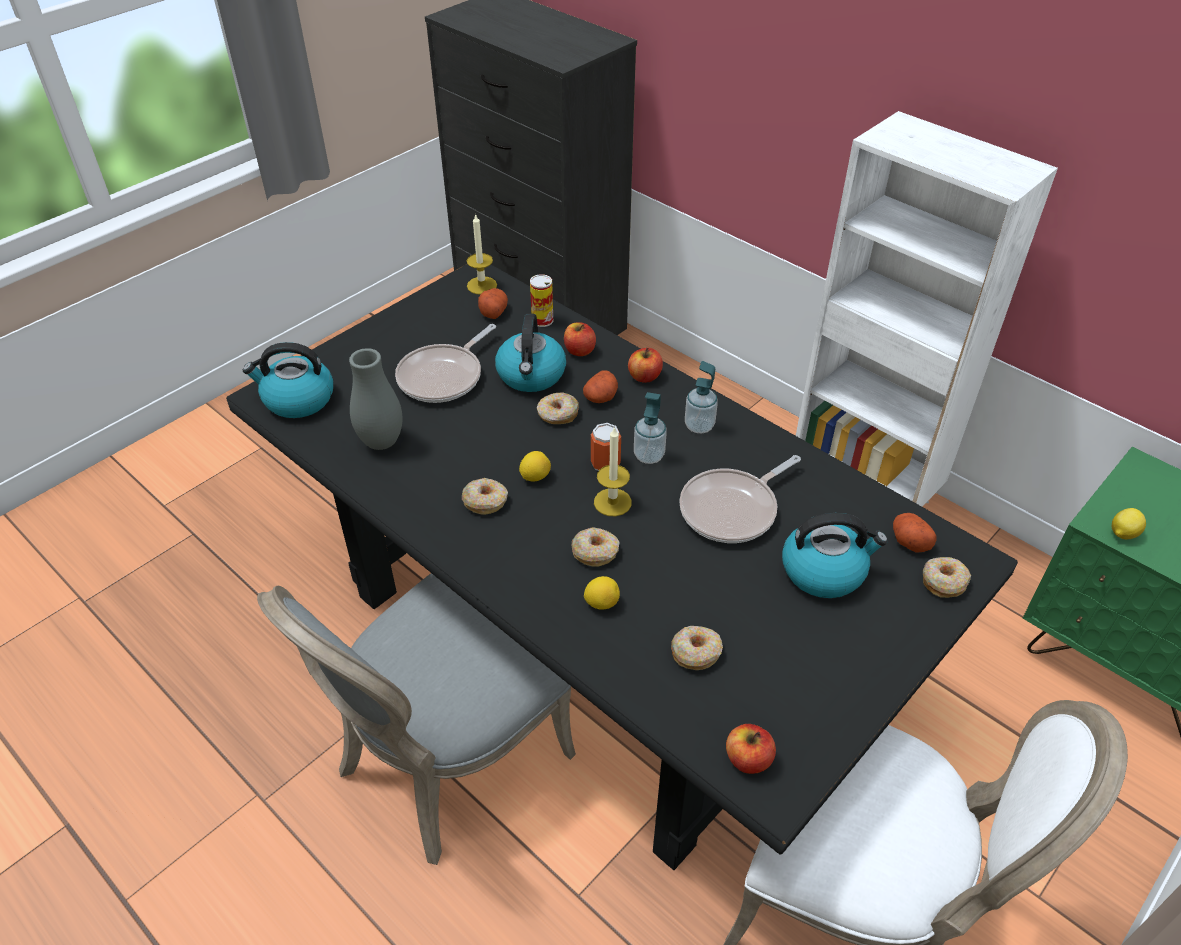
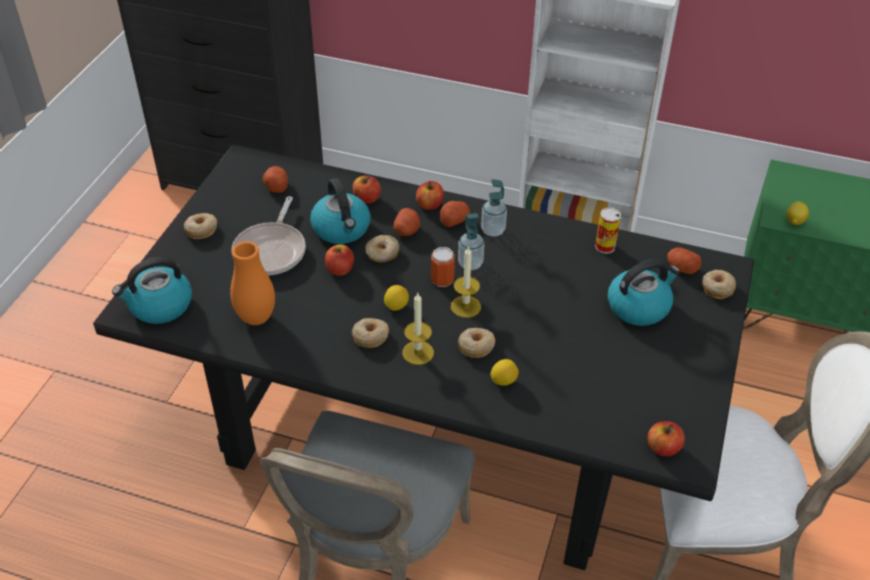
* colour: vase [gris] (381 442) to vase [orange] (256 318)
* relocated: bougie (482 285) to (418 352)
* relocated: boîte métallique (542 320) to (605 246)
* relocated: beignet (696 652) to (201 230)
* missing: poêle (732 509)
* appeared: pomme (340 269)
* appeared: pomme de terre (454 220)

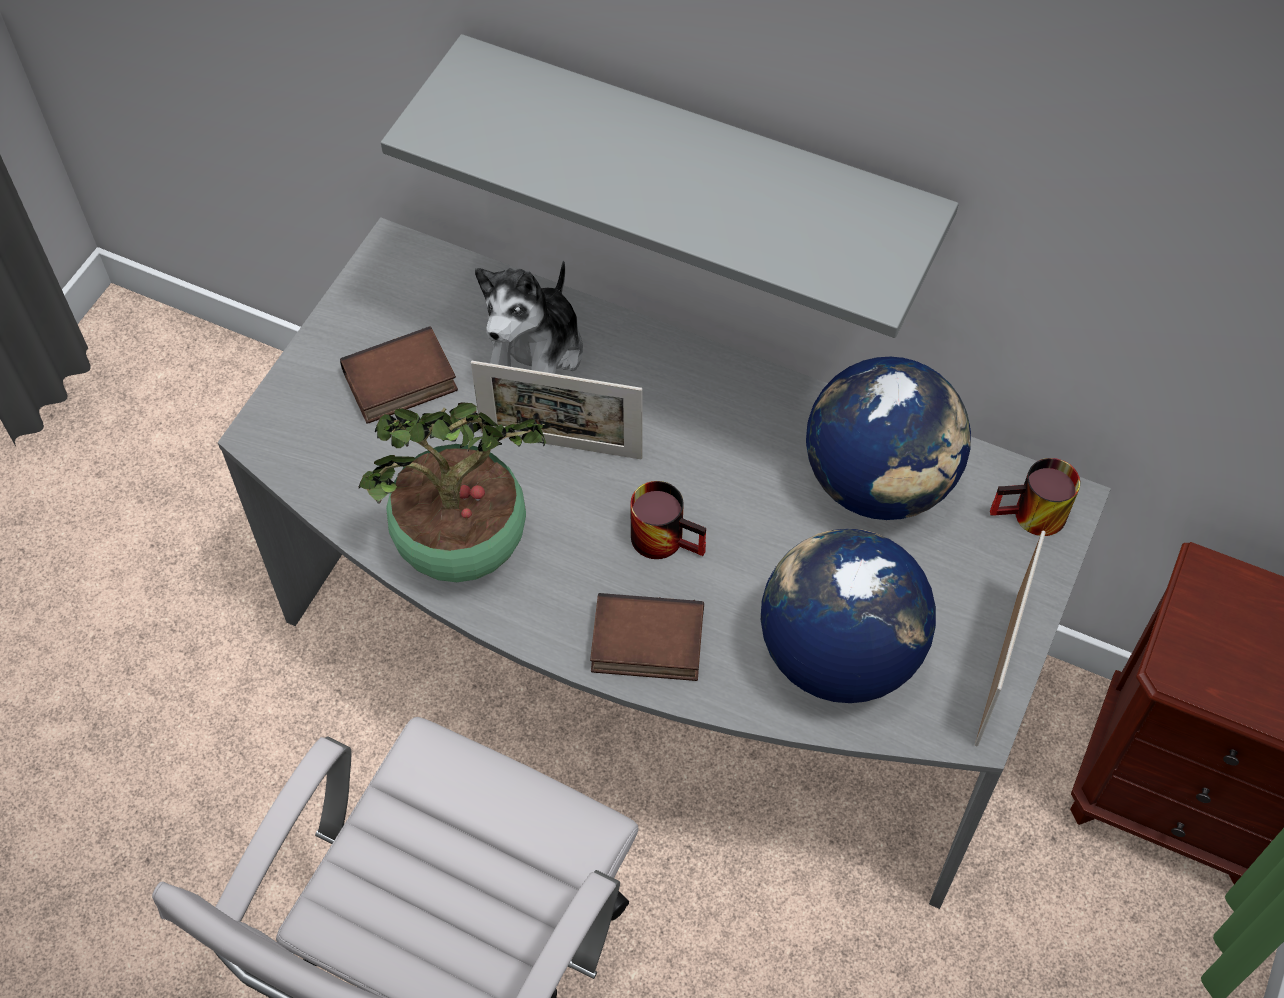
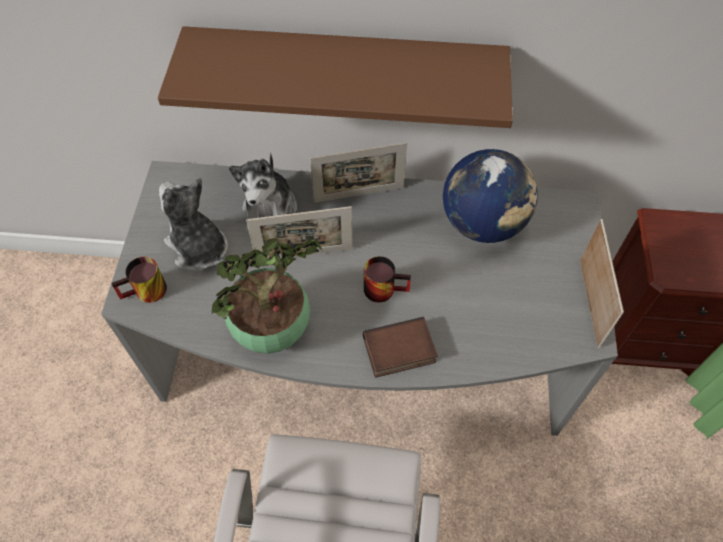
* exchanged: livre (400 384) to peluche (198 248)
* colour: étagère [gris] (699 162) to étagère [marron] (345 68)
* missing: globe (838 654)
* relocated: mug (1031 518) to (146 293)
* appeared: cadre photo (359 194)

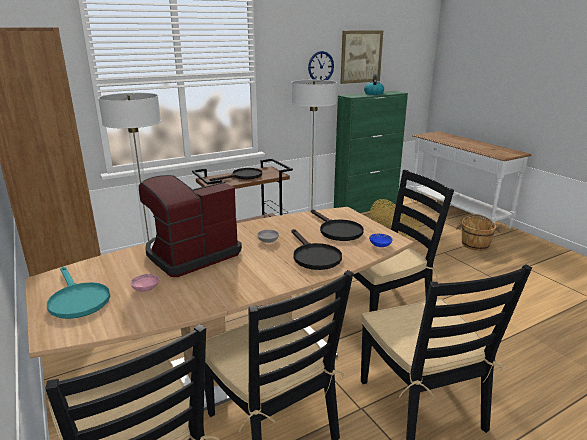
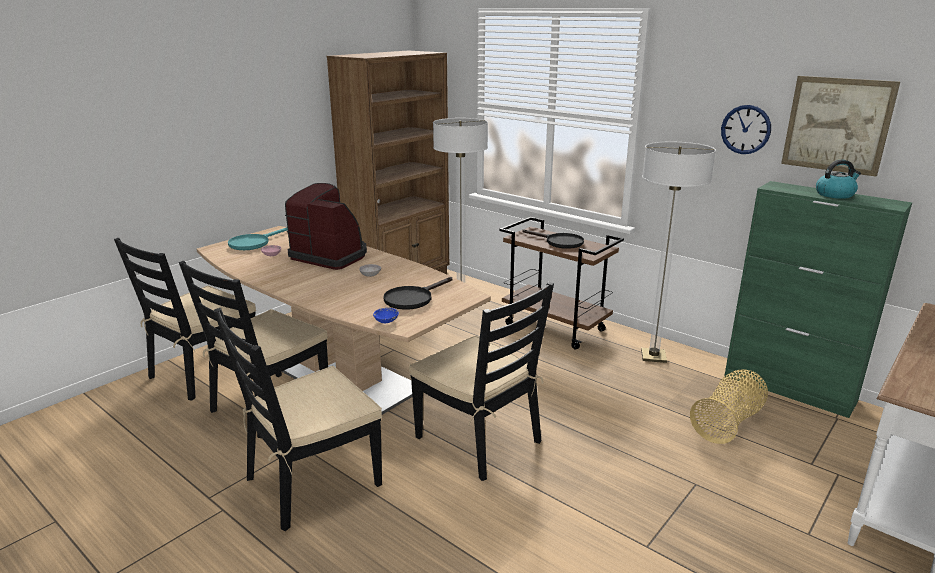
* missing: poêle [noir] (313 256)
* missing: seau [marron] (475 244)

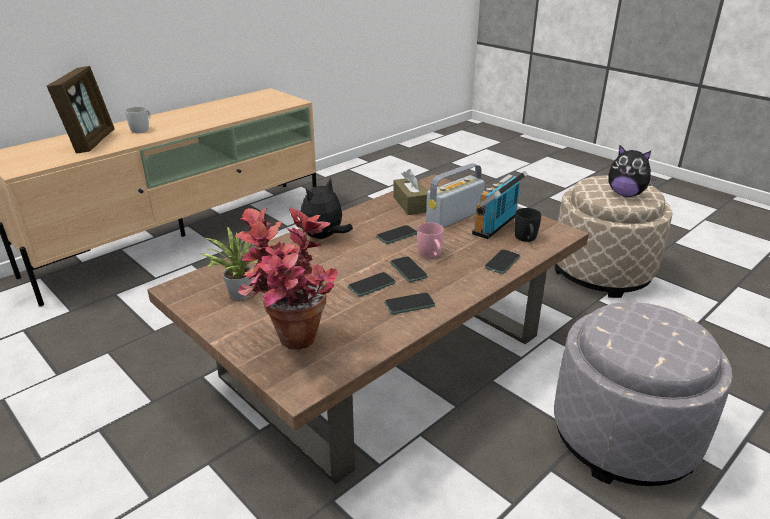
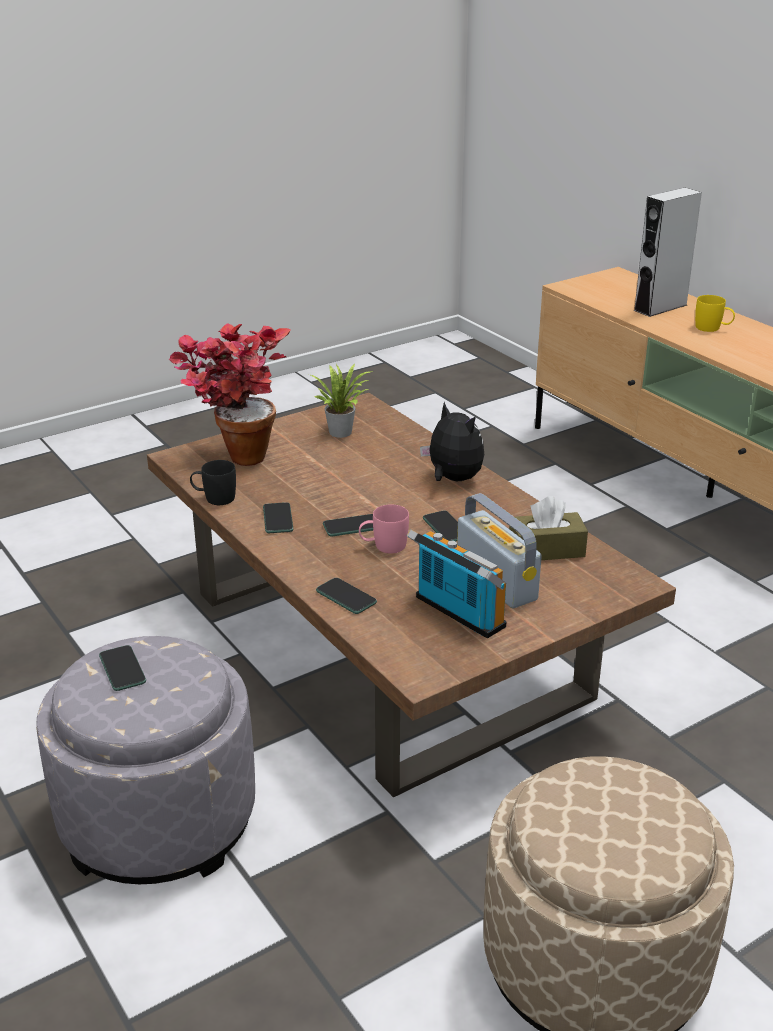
* exchanged: cadre photo (91 141) to enceinte [gris] (660 307)
* colour: mug [blanc] (142 129) to mug [jaune] (712 328)
* relocated: téléphone (372 285) to (122 669)
* relocated: mug [noir] (526 239) to (214 498)
* missing: peluche (626 194)

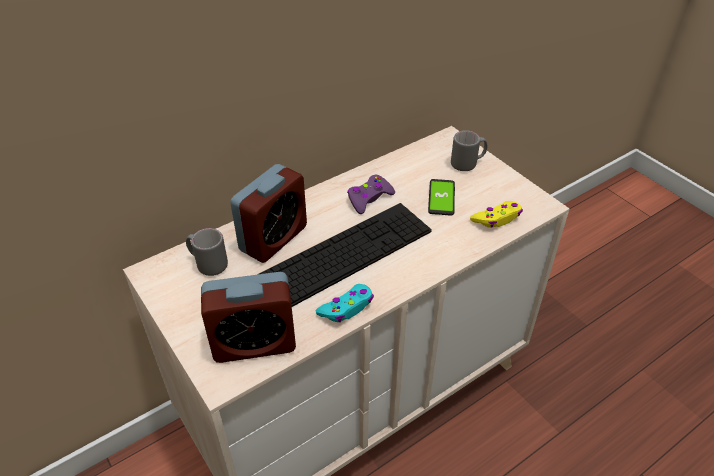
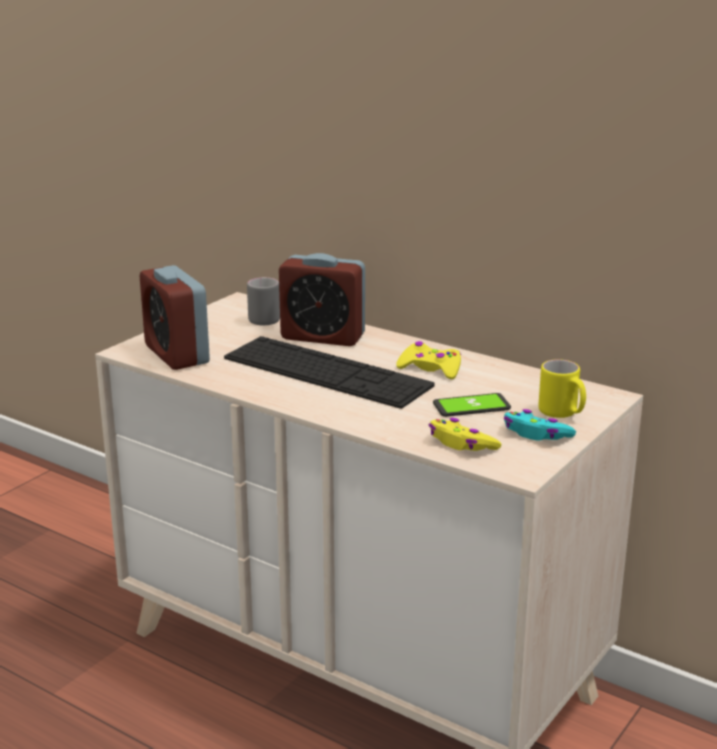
* relocated: manette [turquoise] (347 308) to (536 434)
* colour: manette [violet] (369 198) to manette [jaune] (430 369)
* colour: mug [gris] (467 164) to mug [jaune] (562 414)

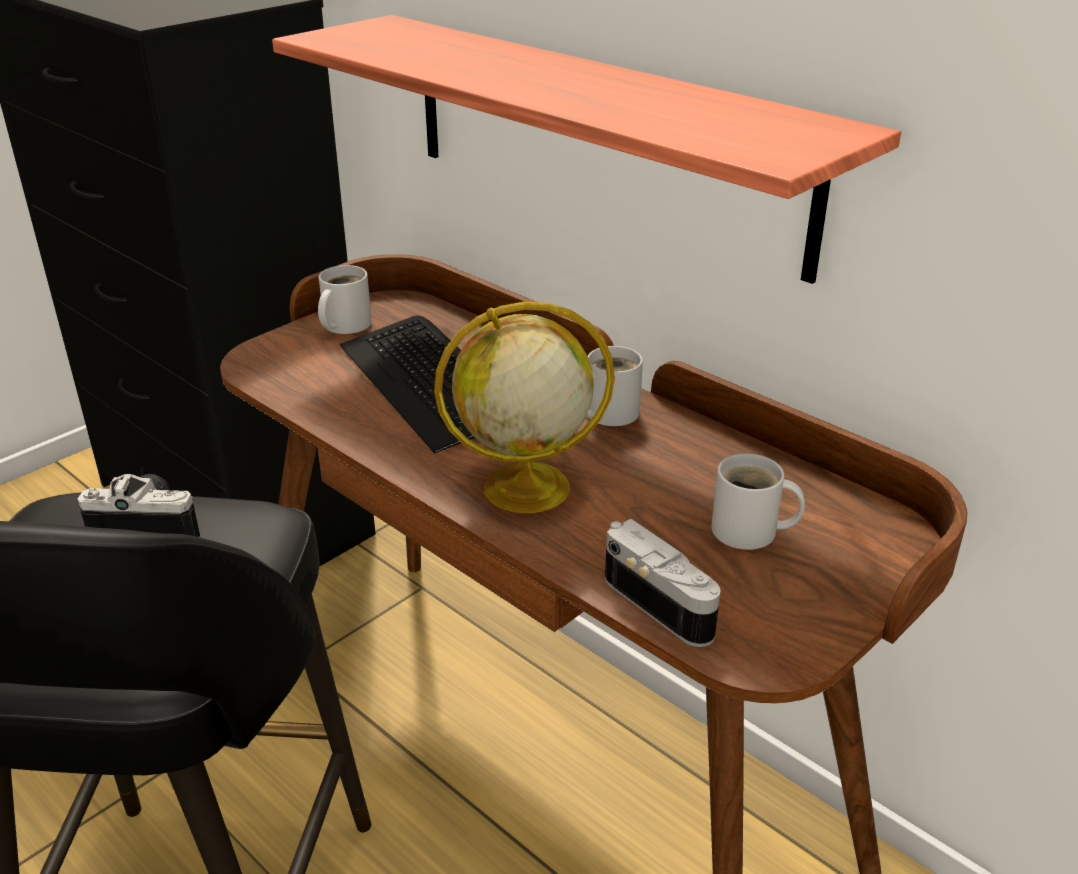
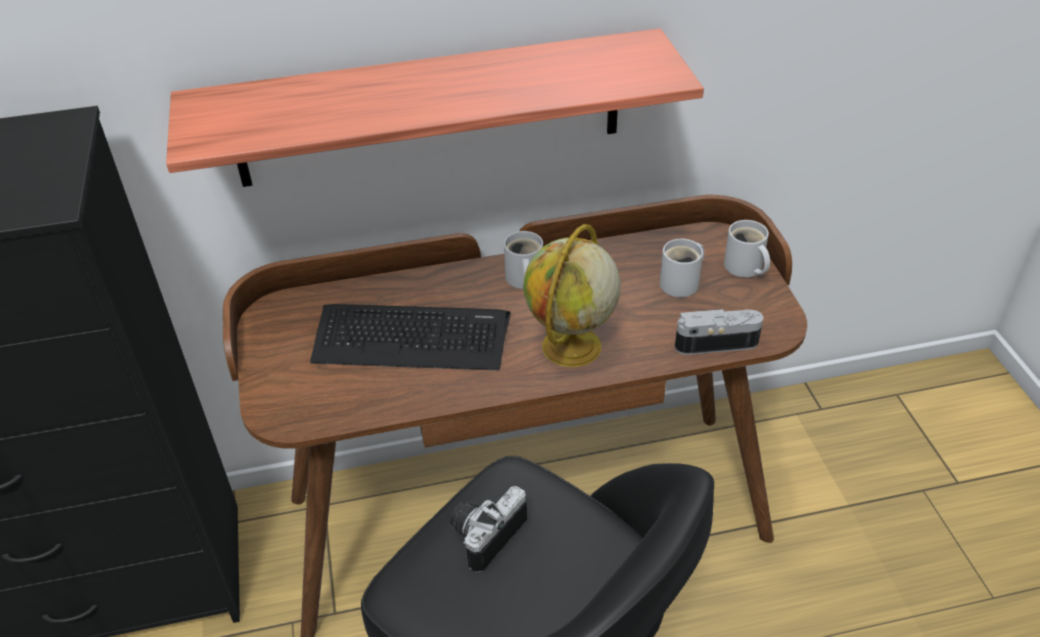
* relocated: mug [blanc] (343 325) to (744 268)

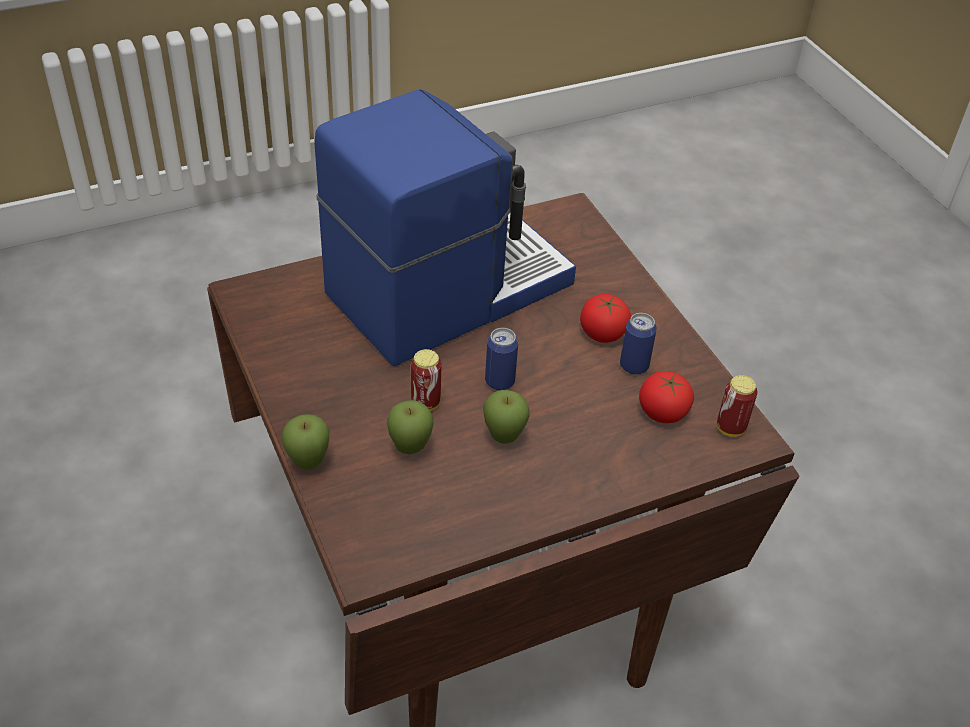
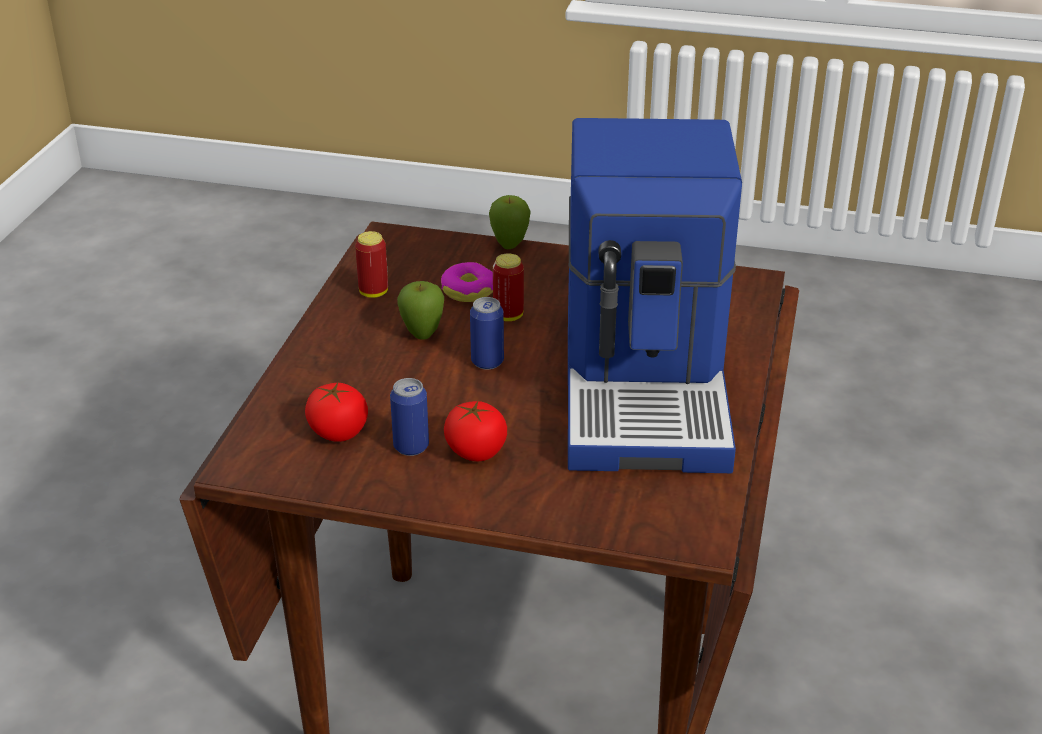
* exchanged: pomme (410 449) to beignet (468 290)
* relocated: boîte métallique (730 428) to (373 292)

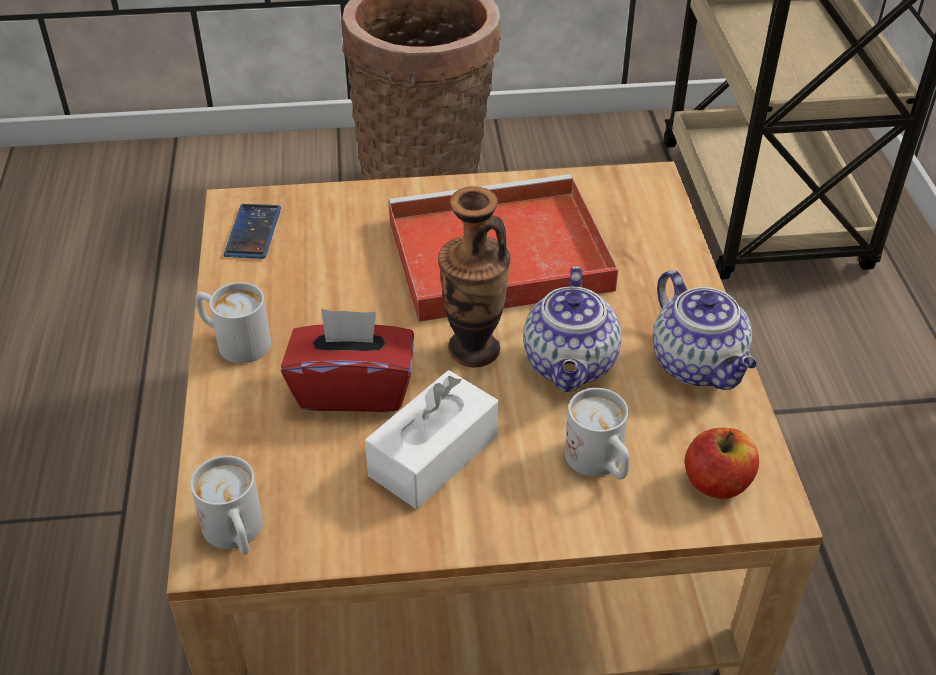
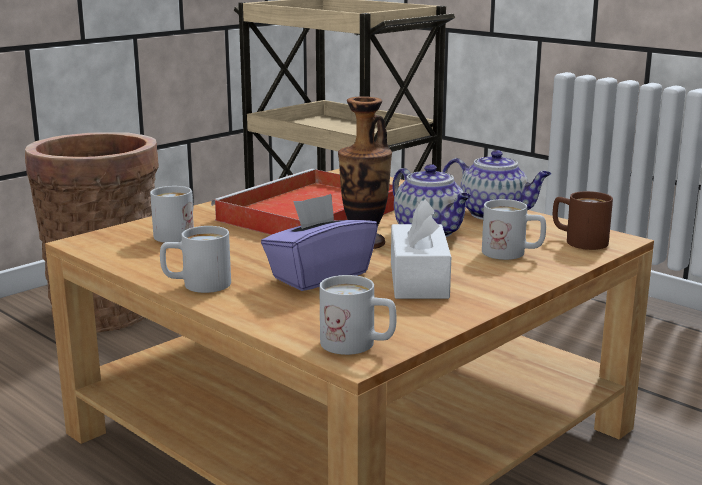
* missing: téléphone (253 232)
* colour: boîte à mouchoirs [rouge] (353 389) to boîte à mouchoirs [violet] (319 276)
* exchanged: pomme (717 482) to mug [marron] (578 241)
* appeared: mug [blanc] (178 233)

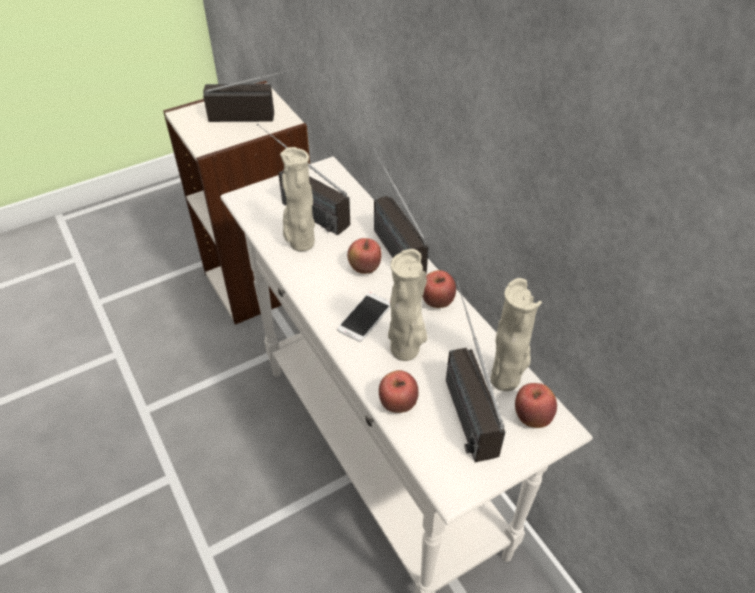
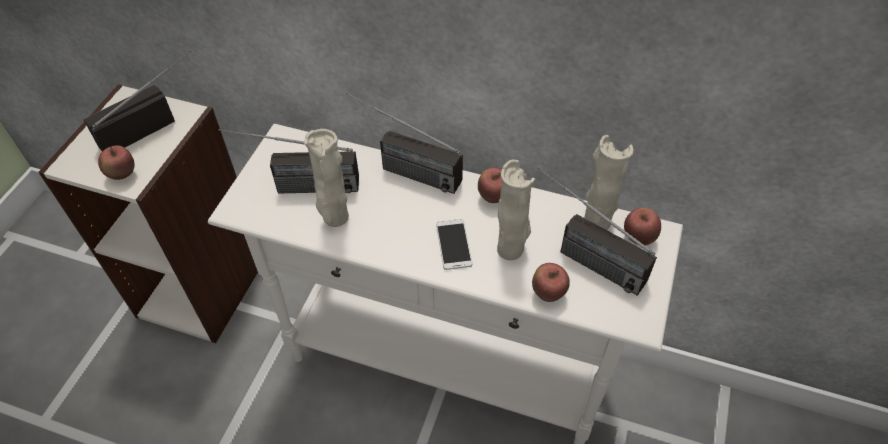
* relocated: pomme (364 269) to (122 174)

